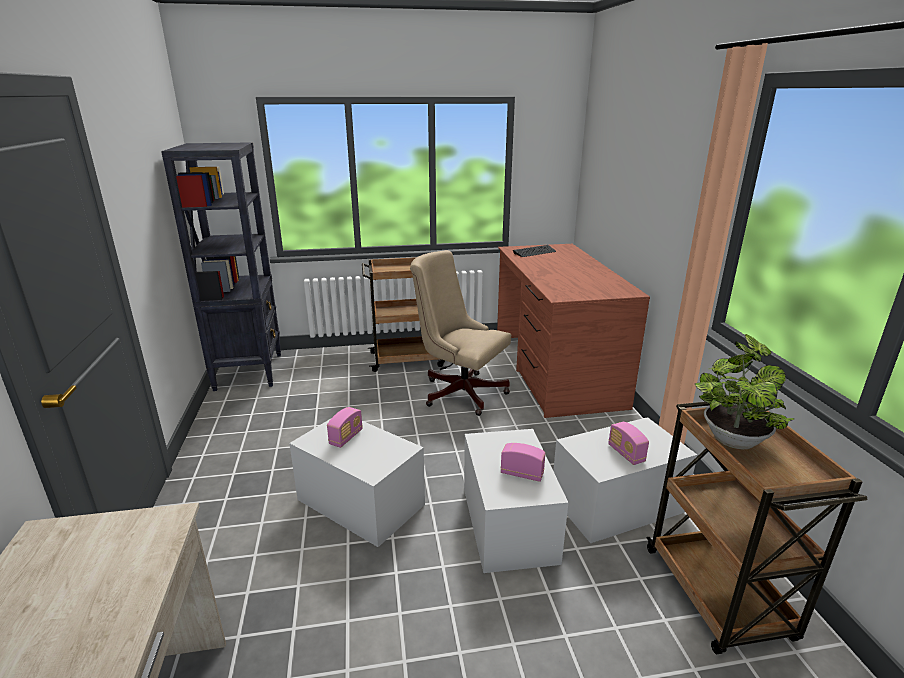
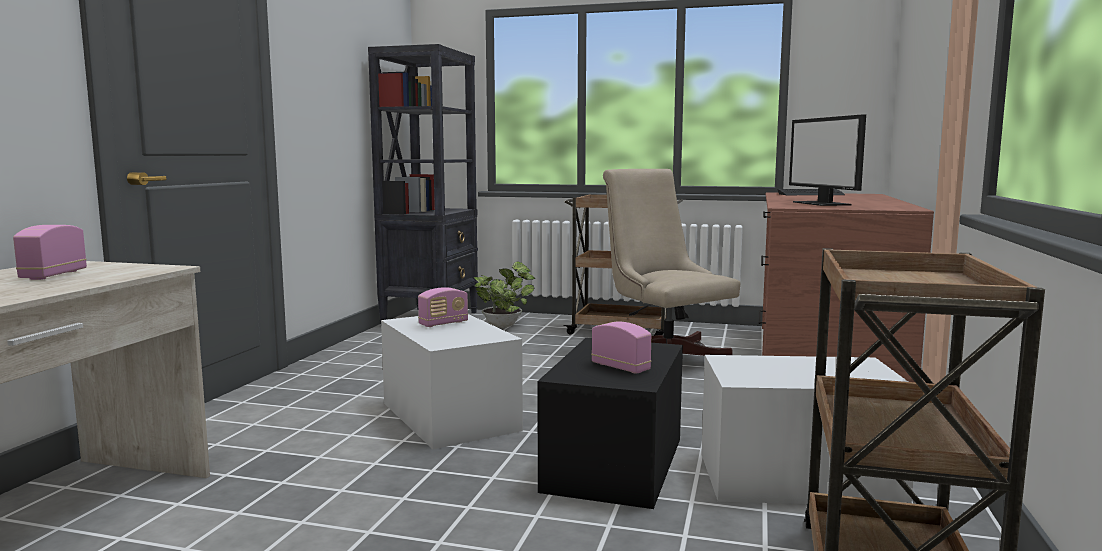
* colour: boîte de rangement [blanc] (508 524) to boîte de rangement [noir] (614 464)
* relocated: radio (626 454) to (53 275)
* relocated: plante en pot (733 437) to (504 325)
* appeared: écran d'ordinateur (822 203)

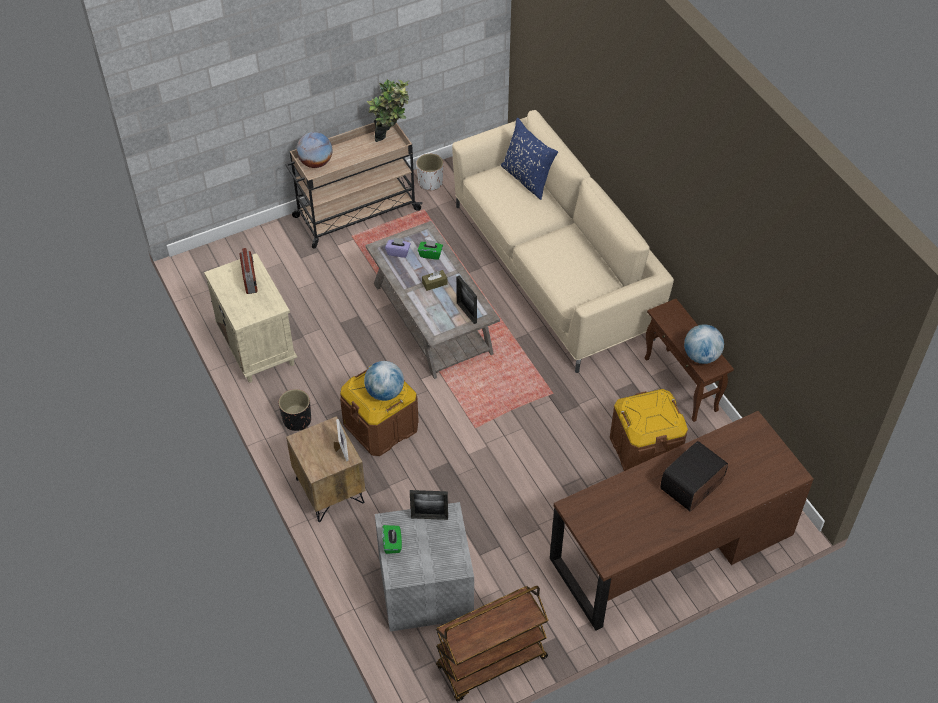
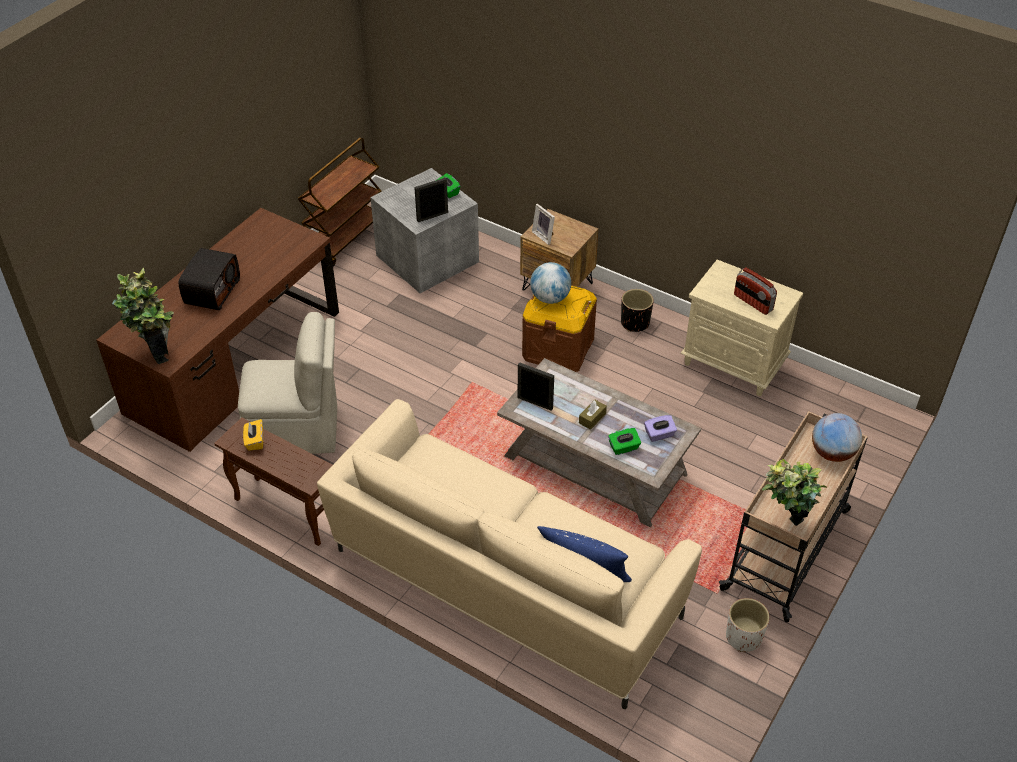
* exchanged: boîte de rangement [marron] (644 450) to chaise [beige] (296 430)
* exchanged: globe (701 356) to boîte à mouchoirs [jaune] (255 441)
* appeared: plante en pot (156 351)

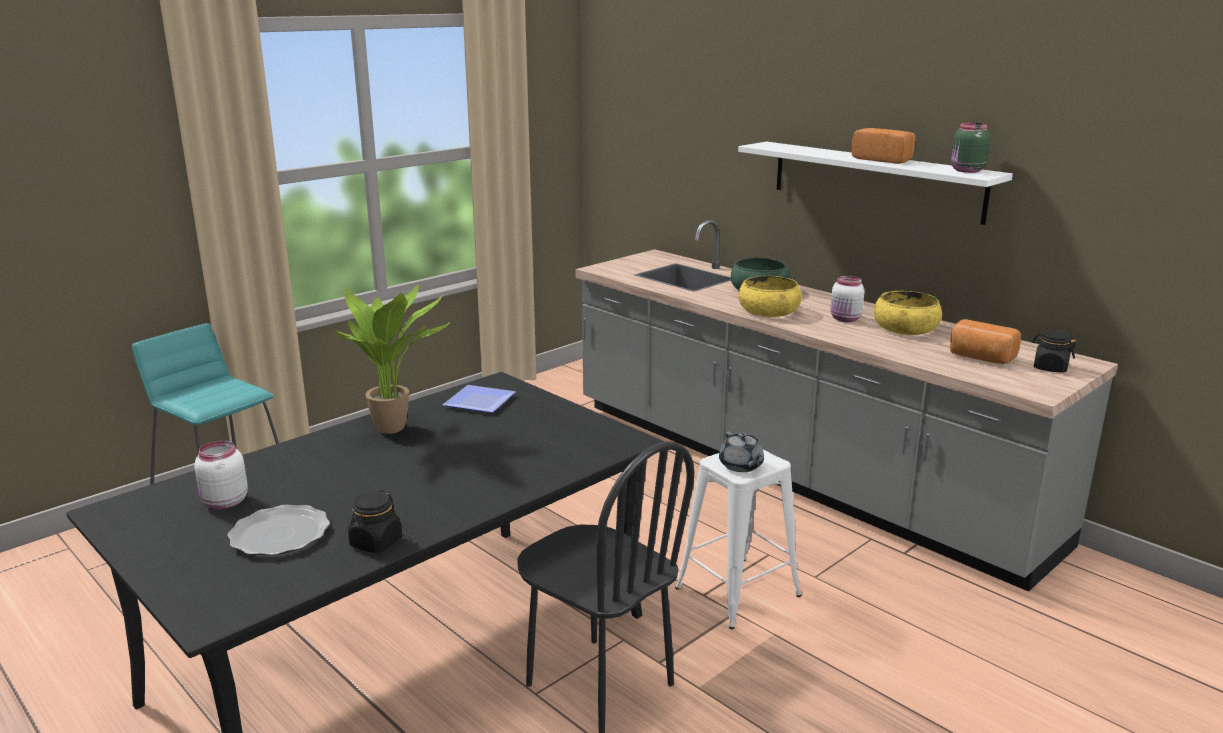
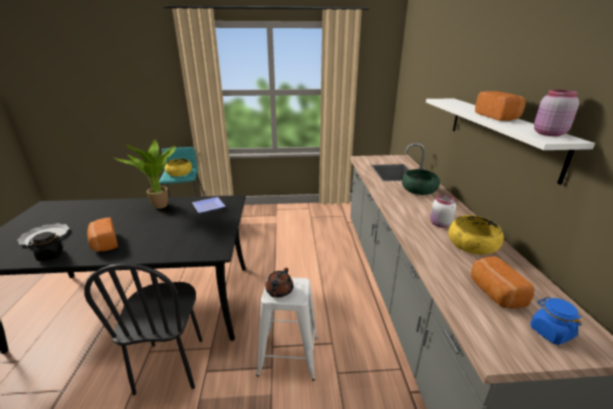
* missing: bocal [blanc] (224 503)
* colour: théière [gris] (741 466) to théière [marron] (279 291)
* relocated: bol [jaune] (769 311) to (179 173)
* colour: bocal [vert] (966 171) to bocal [rose] (547 133)
* colour: bocal [noir] (1050 368) to bocal [bleu] (550 332)
* appeared: pain (104 243)

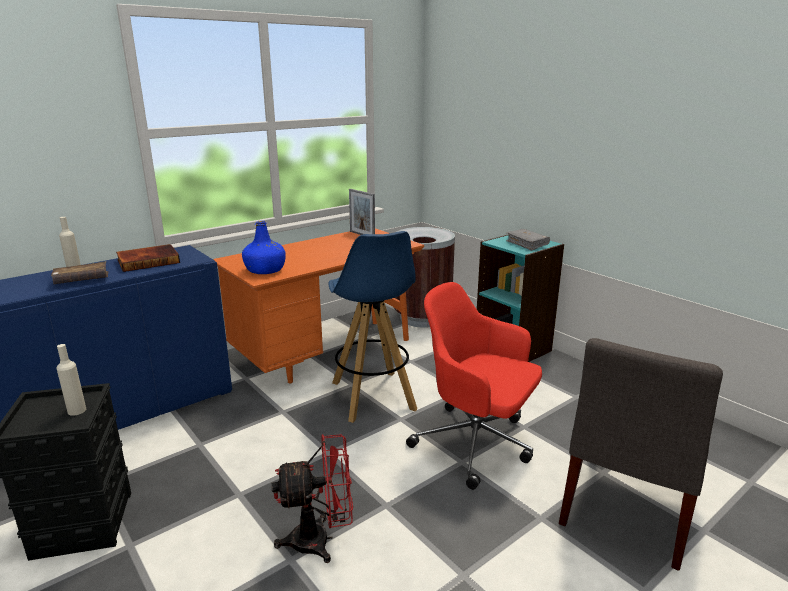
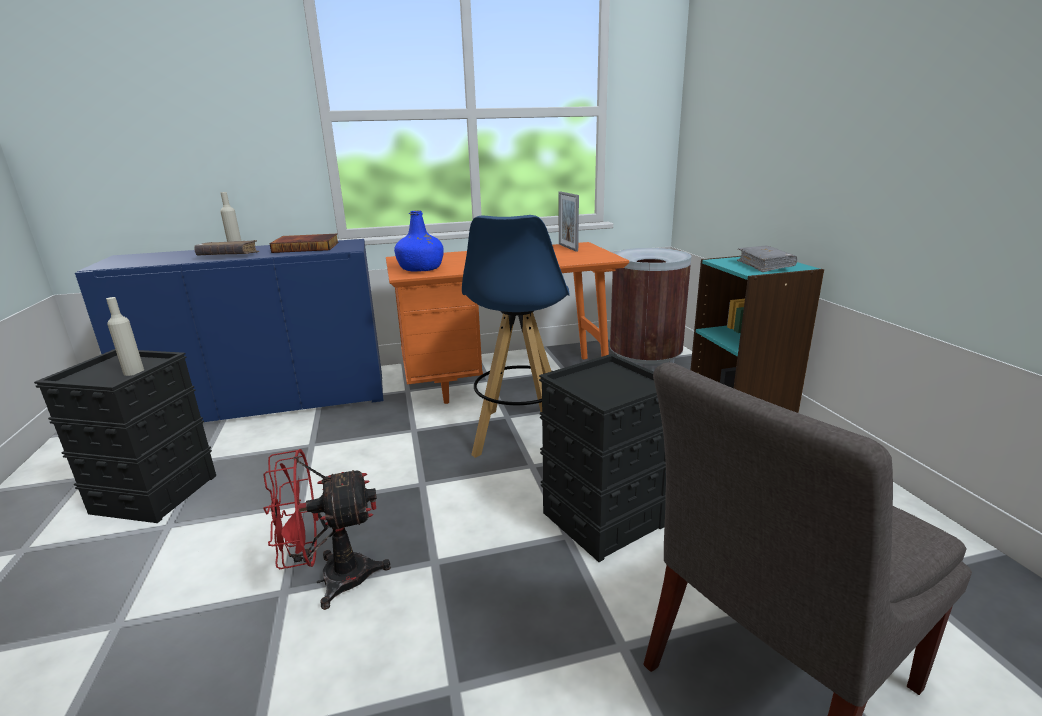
* spun: ventilateur [rouge] (320 540) = (332 579) 150 degrees clockwise
* exchanged: chaise de bureau [rouge] (476 444) to boîte de rangement [noir] (603 518)

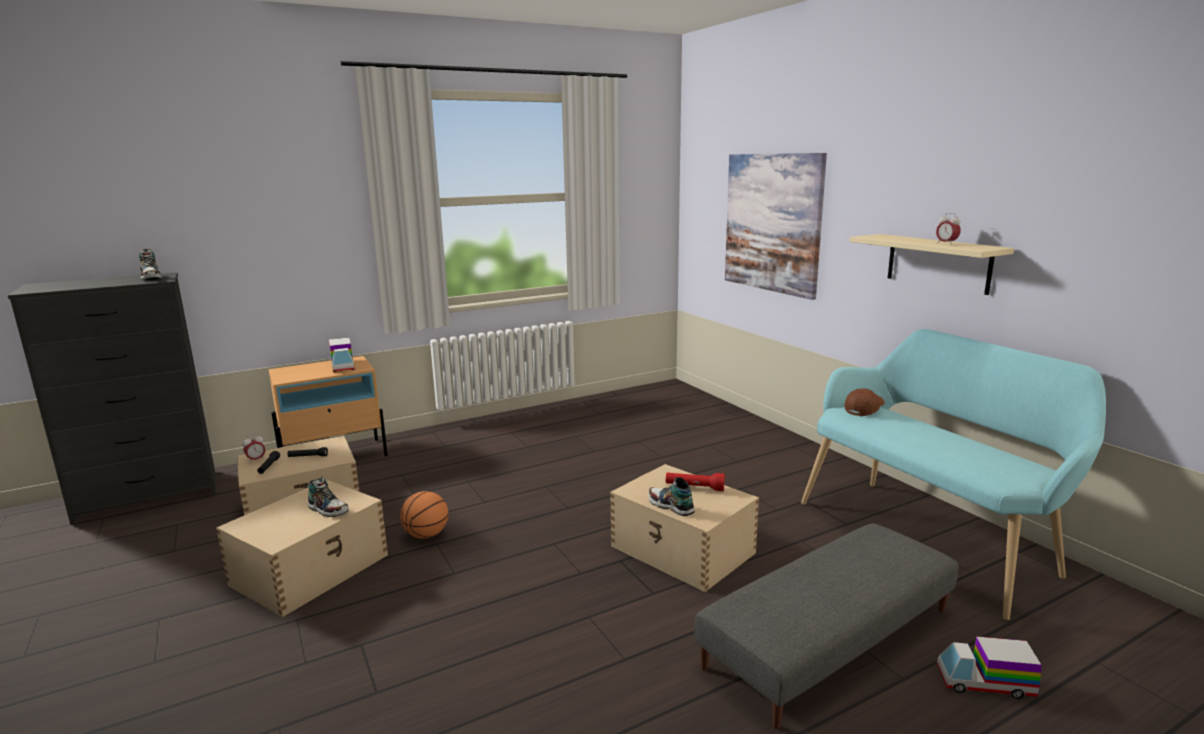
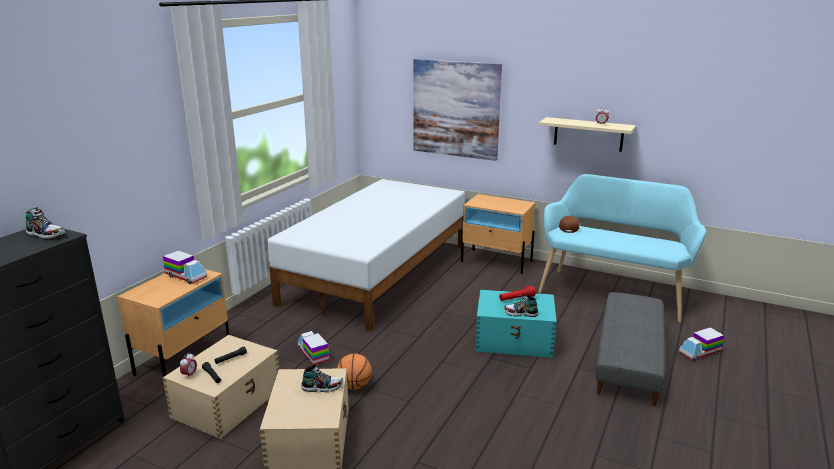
* colour: boîte de rangement [beige] (683 550) to boîte de rangement [turquoise] (515 339)
* appeared: lit [blanc] (379 273)
* appeared: camion jouet (313 354)
* appeared: table de chevet [beige] (496 261)

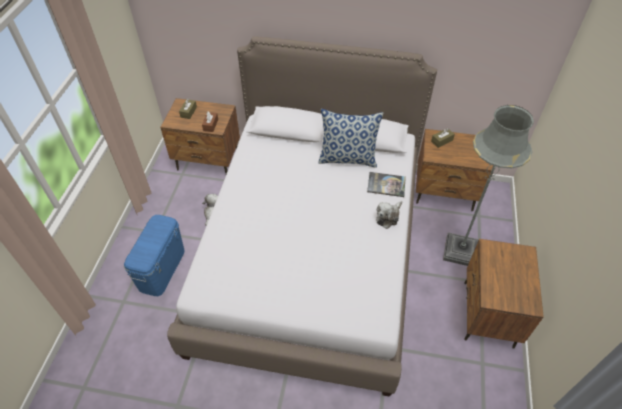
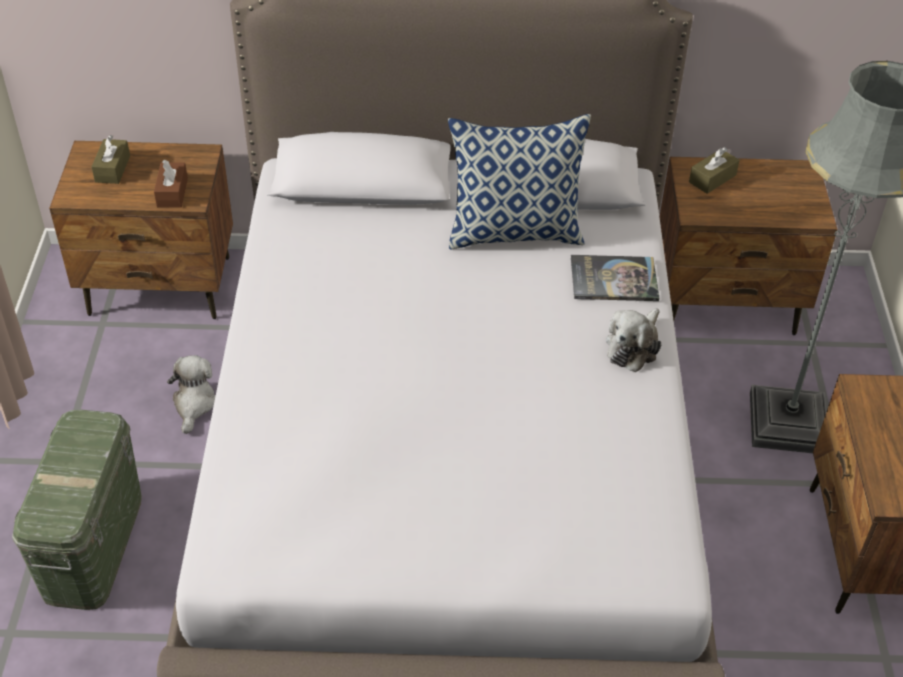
* colour: boîte de rangement [bleu] (162 269) to boîte de rangement [vert] (93 545)

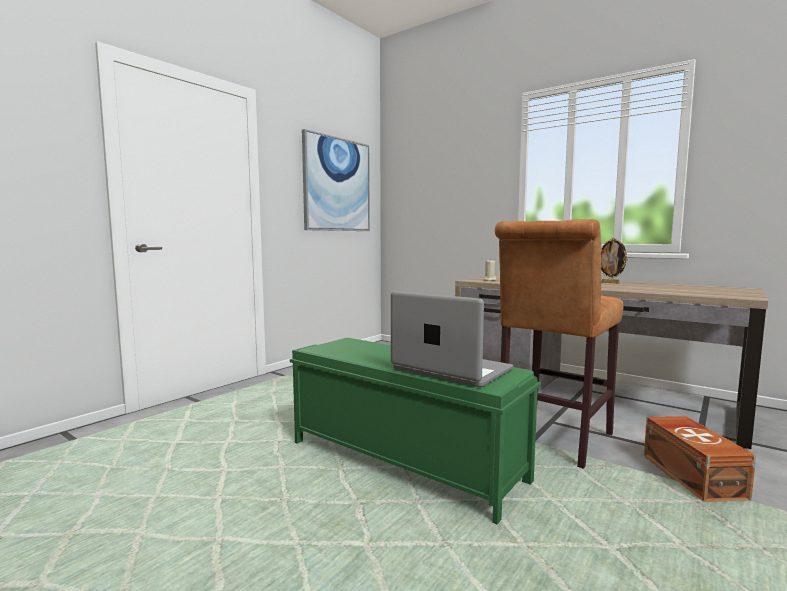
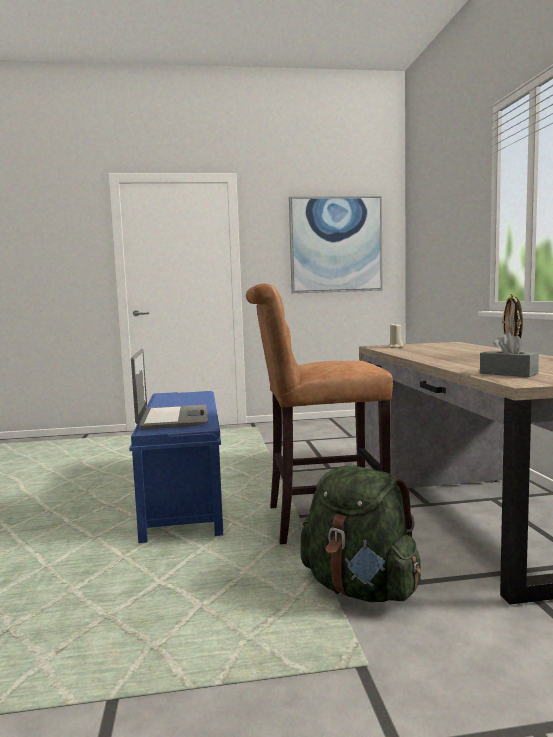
* colour: banc [vert] (402 461) to banc [bleu] (184 496)
* exchanged: boîte de rangement [marron] (692 476) to sac à dos [vert] (360 588)
* appeared: boîte à mouchoirs [gris] (508 373)

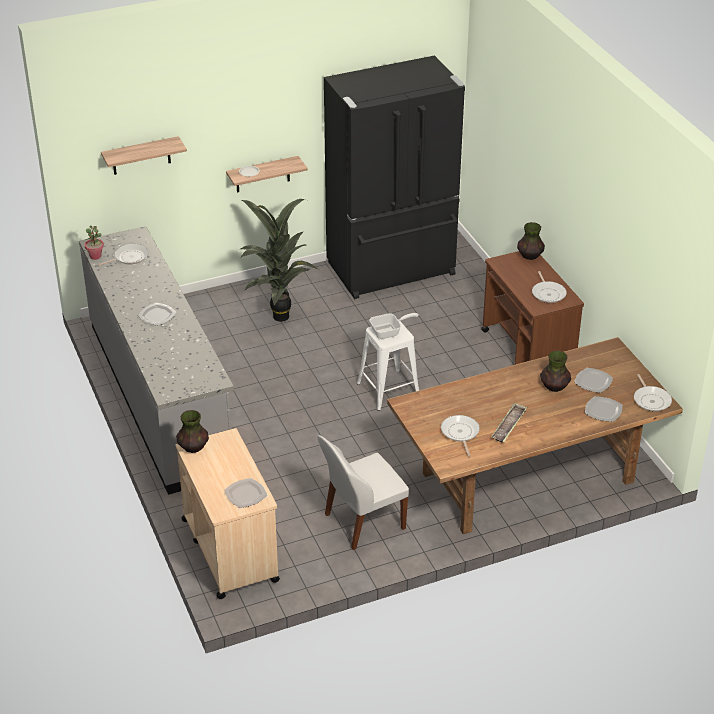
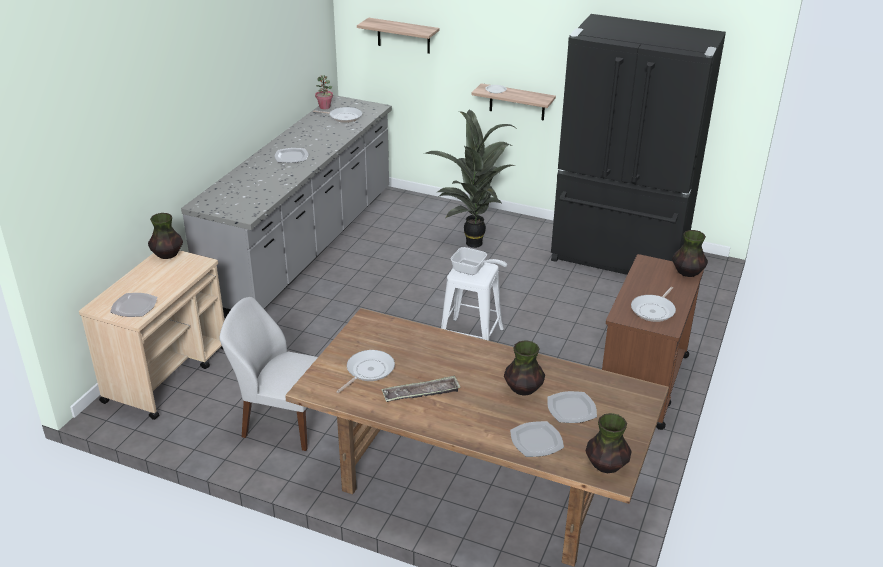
* exchanged: poêle (651 400) to vase (606 465)

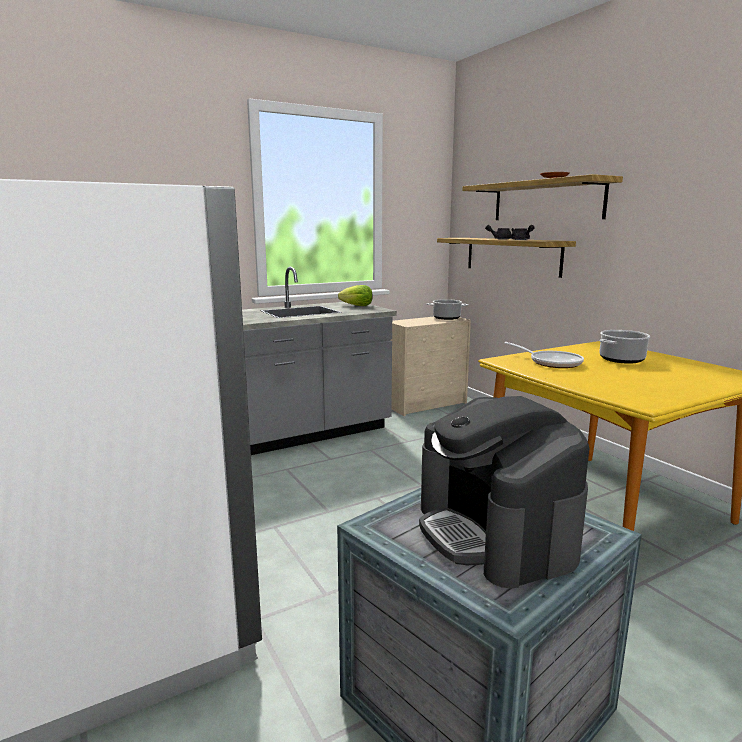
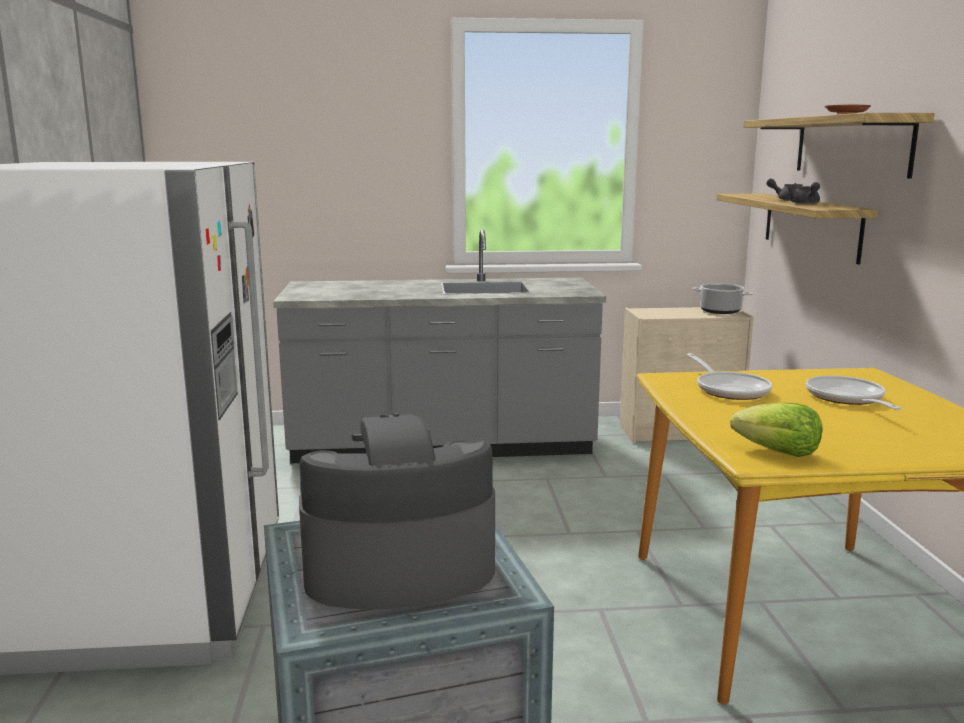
* relocated: laitue (357 306) to (778 453)
* spun: machine à café (495 533) = (397 566) 75 degrees clockwise
* exchanged: marmite (621 360) to poêle (847 399)

